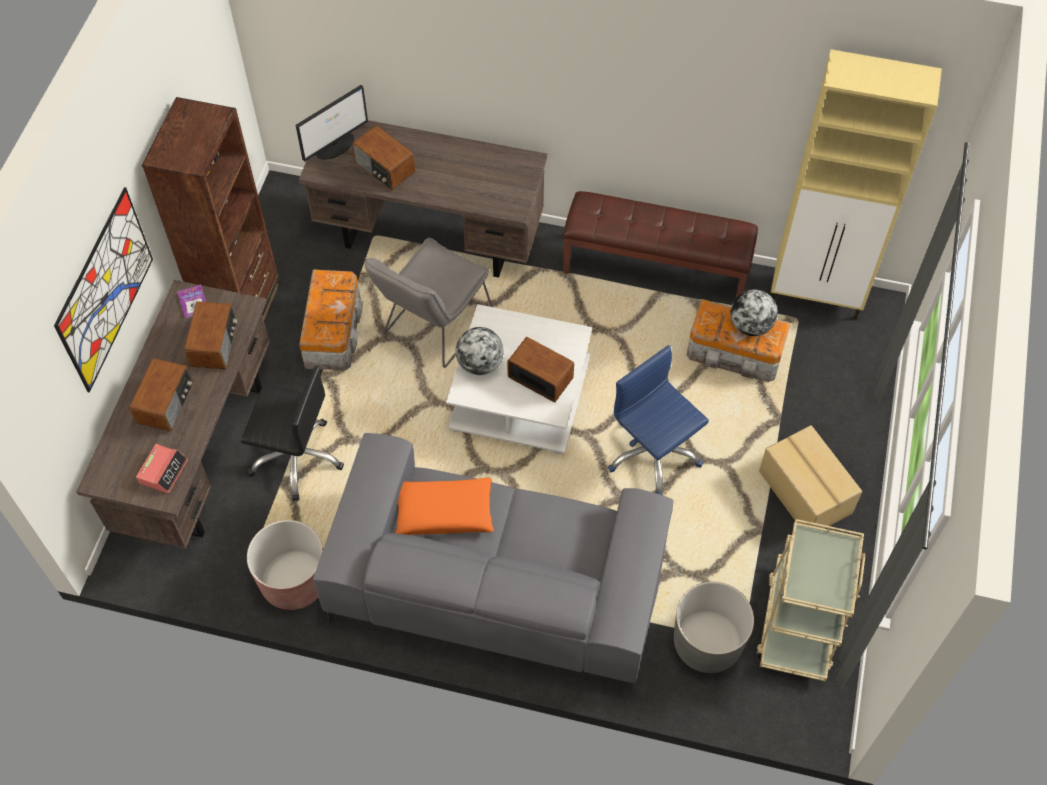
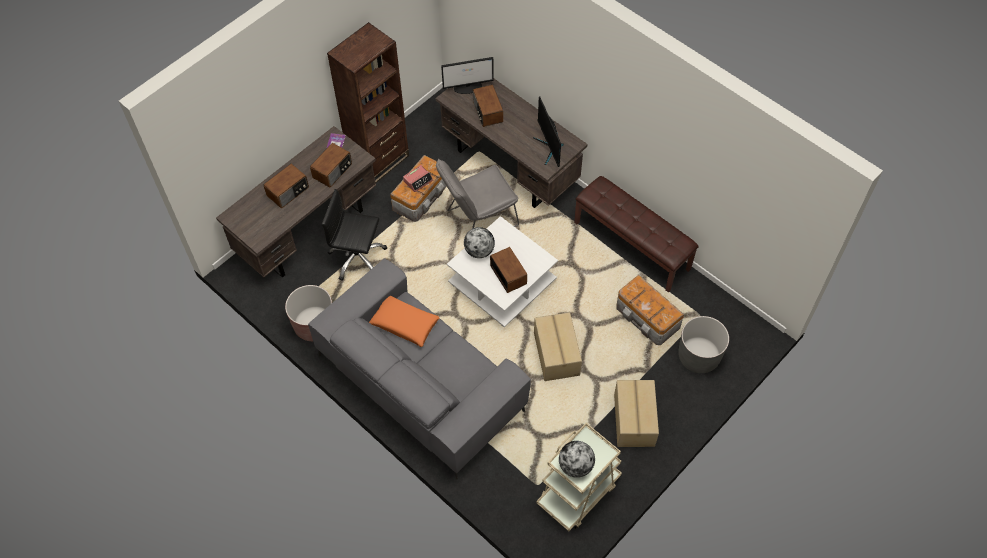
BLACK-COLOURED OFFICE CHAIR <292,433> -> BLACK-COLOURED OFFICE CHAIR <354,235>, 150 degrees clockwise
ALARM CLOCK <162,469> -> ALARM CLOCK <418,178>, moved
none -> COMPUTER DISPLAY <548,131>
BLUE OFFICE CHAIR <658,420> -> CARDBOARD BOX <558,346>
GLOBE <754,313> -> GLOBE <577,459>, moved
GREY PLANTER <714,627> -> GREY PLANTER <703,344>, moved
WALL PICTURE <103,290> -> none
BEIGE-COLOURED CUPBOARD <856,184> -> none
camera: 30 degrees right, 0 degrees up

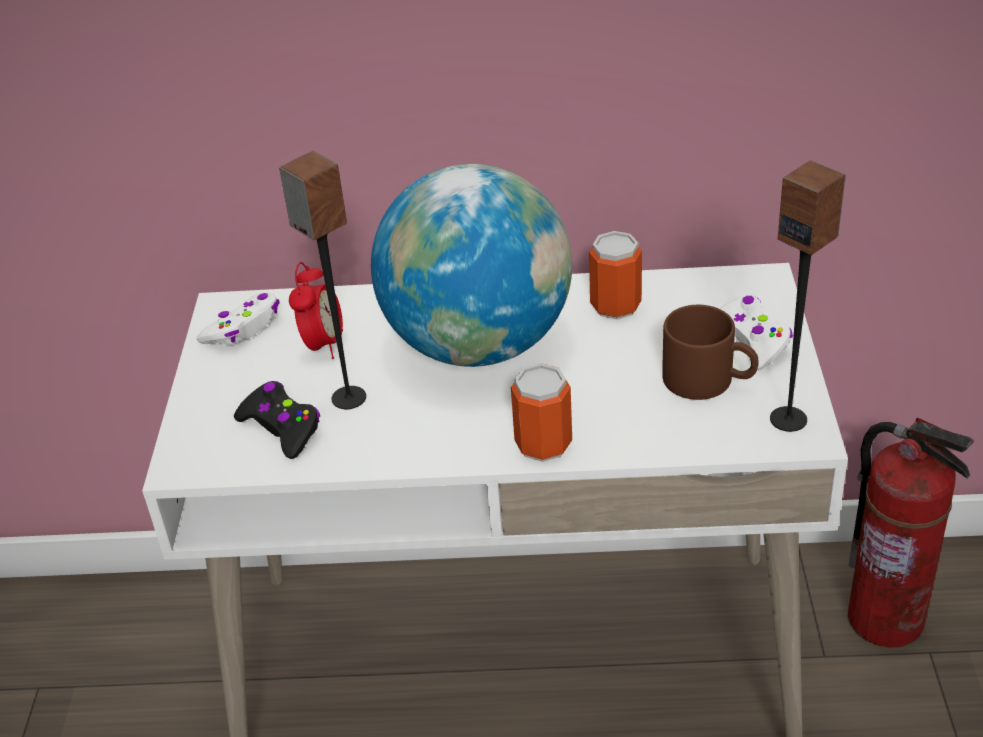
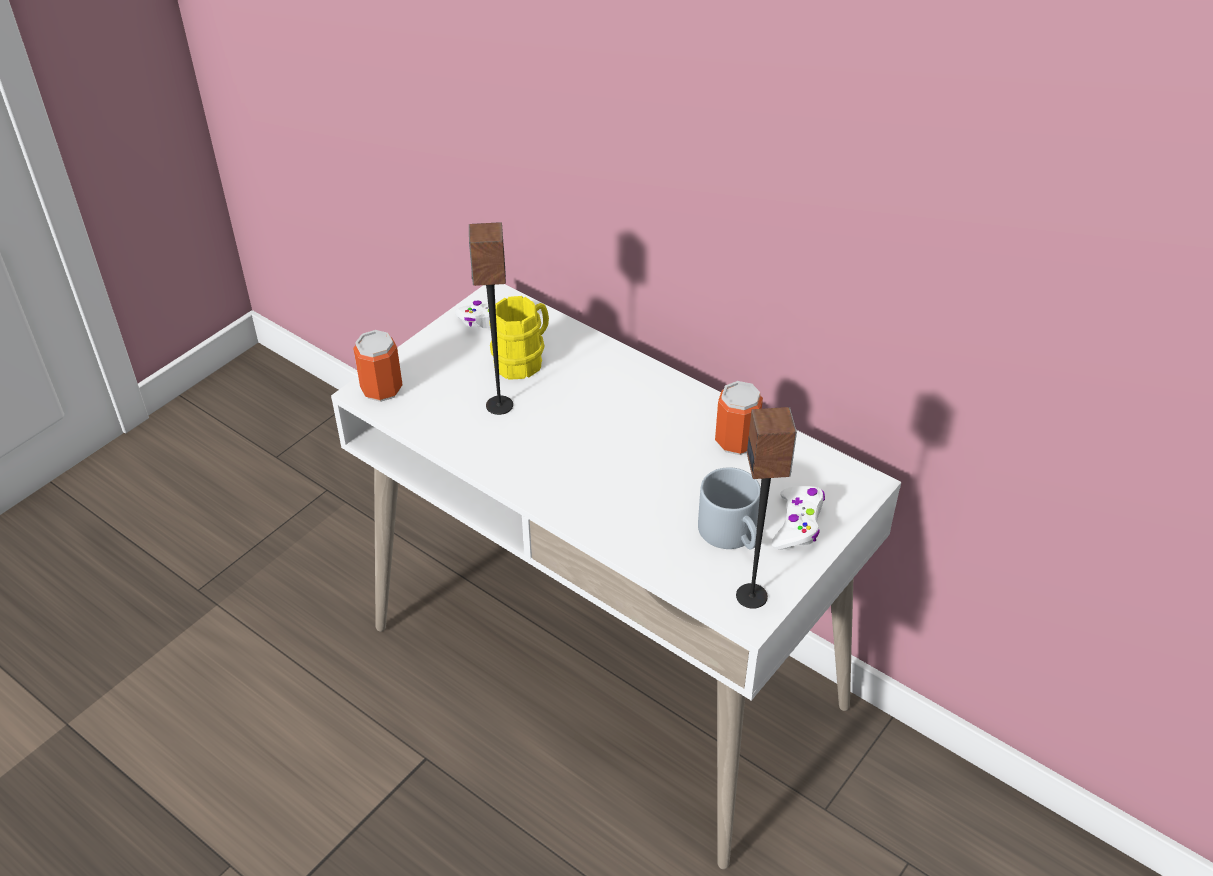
METAL CAN <541,412> -> METAL CAN <378,366>, moved
ALARM CLOCK <316,310> -> YELLOWISH COFFEE MUG <519,338>
BROWN-COLOURED COFFEE MUG <710,352> -> GREY COFFEE MUG <729,508>
BLACK-COLOURED GAMEPAD <277,420> -> none
GLOBE <471,265> -> none
FIRE-FIGHTING CYLINDER <911,533> -> none
camera: 35 degrees right, 5 degrees up

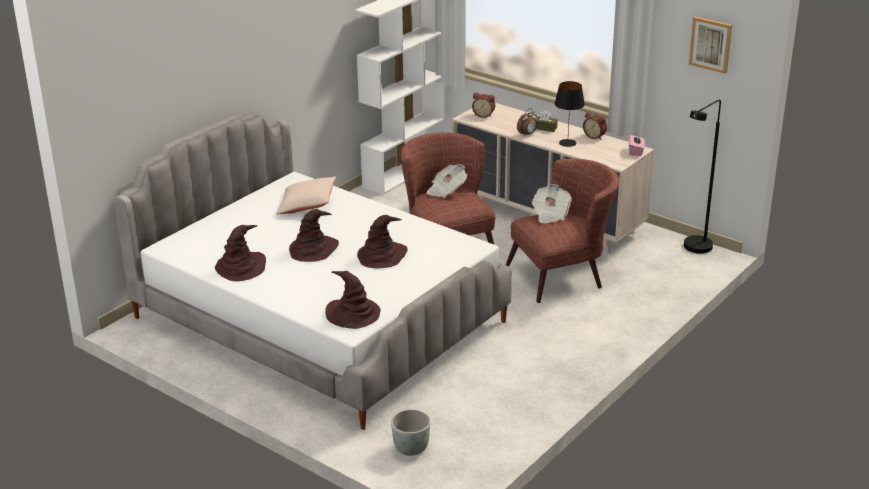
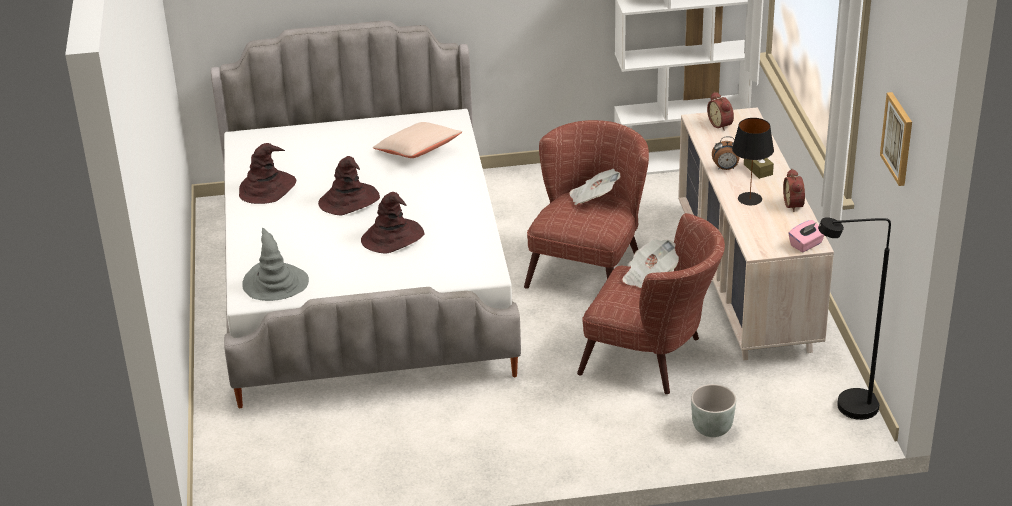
BROWN-COLOURED WEARABLE HAT <353,300> -> GREY WEARABLE HAT <275,264>
GREY PLANTER <410,432> -> GREY PLANTER <714,410>, moved
camera: 45 degrees right, 5 degrees up

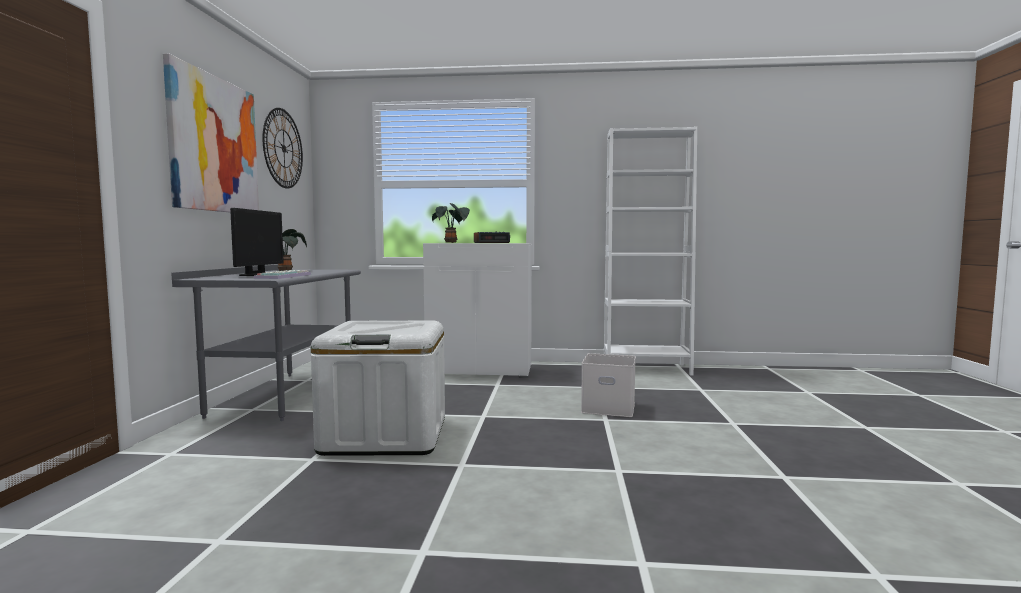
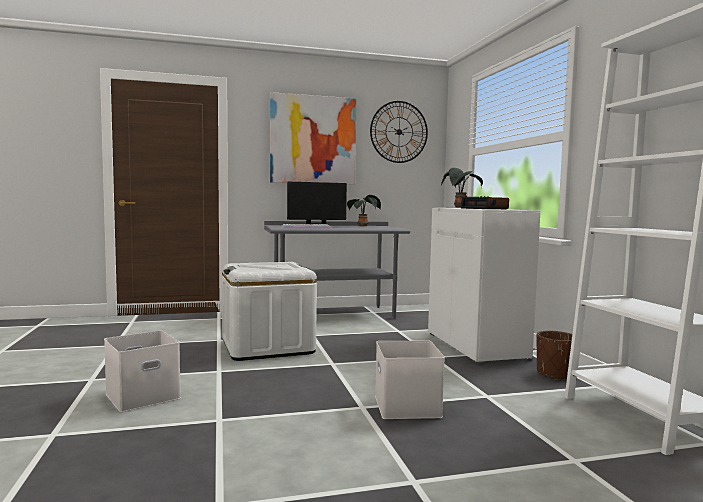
none -> WHITISH STORAGE BOX <142,371>
none -> BROWN-COLOURED PLANTER <554,355>
camera: 70 degrees right, 0 degrees up

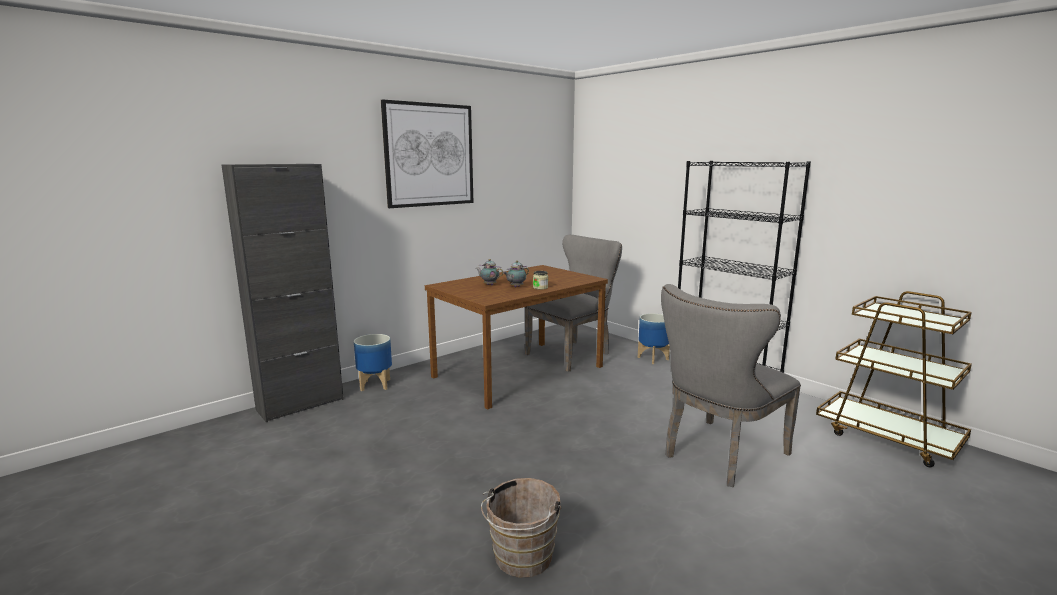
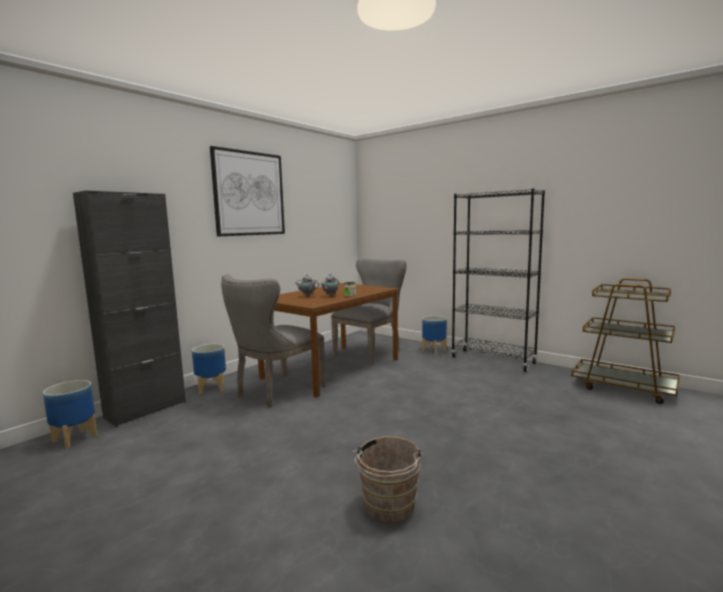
none -> PLANTER <70,414>
GREY UPRIGHT CHAIR <731,385> -> GREY UPRIGHT CHAIR <273,340>, moved
camera: 10 degrees left, 5 degrees down

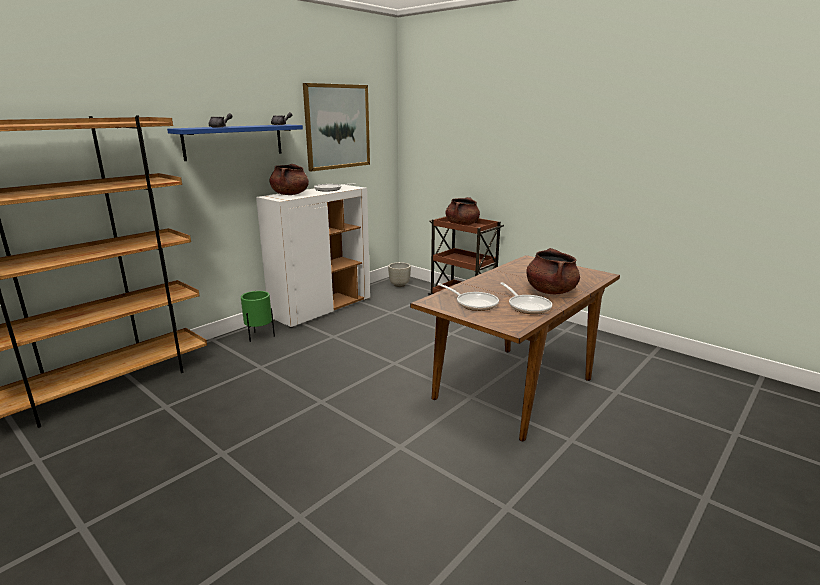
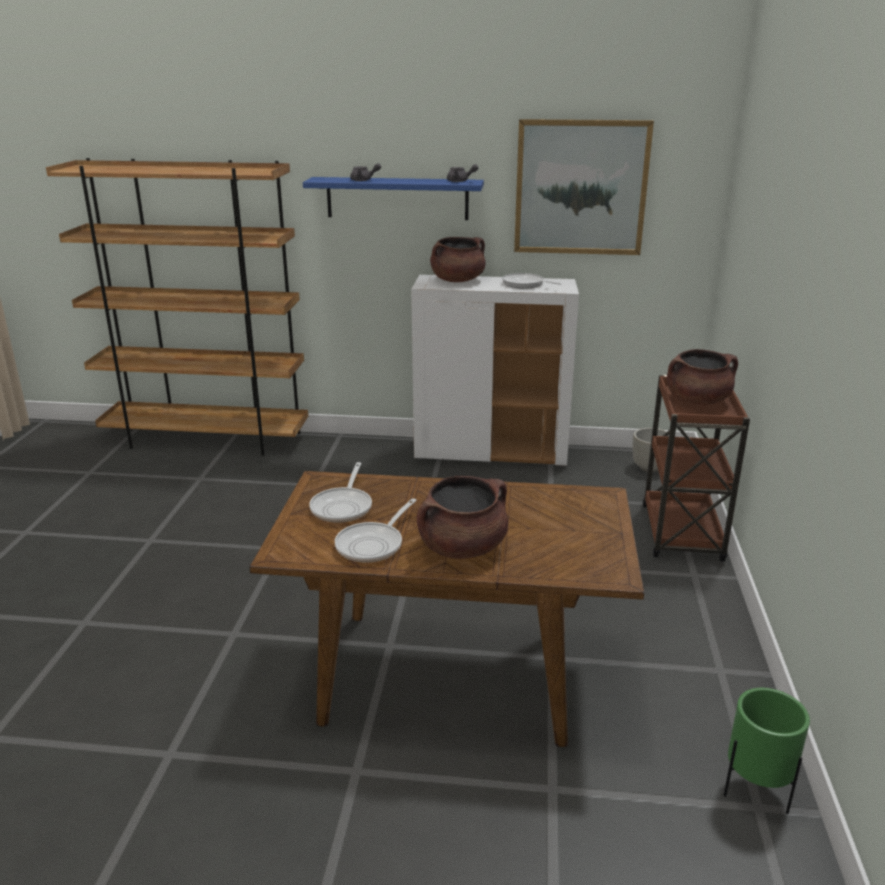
GREEN PLANTER <258,316> -> GREEN PLANTER <767,751>, moved
camera: 55 degrees right, 5 degrees up

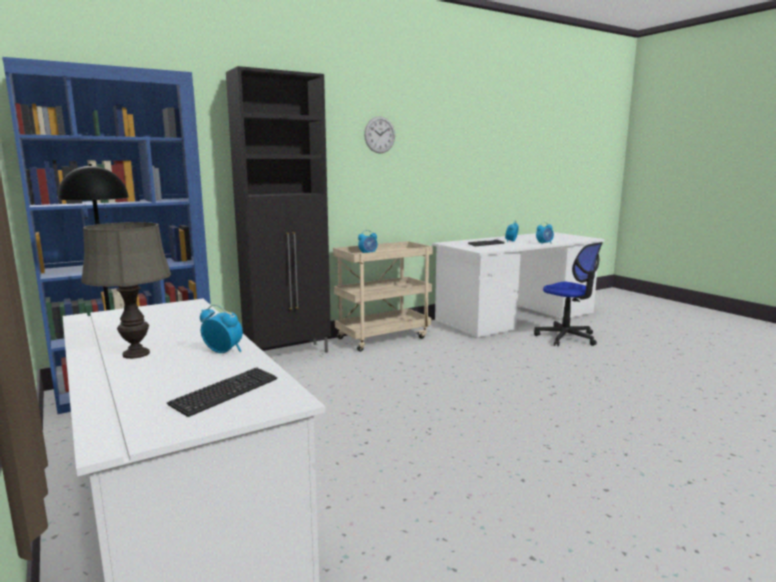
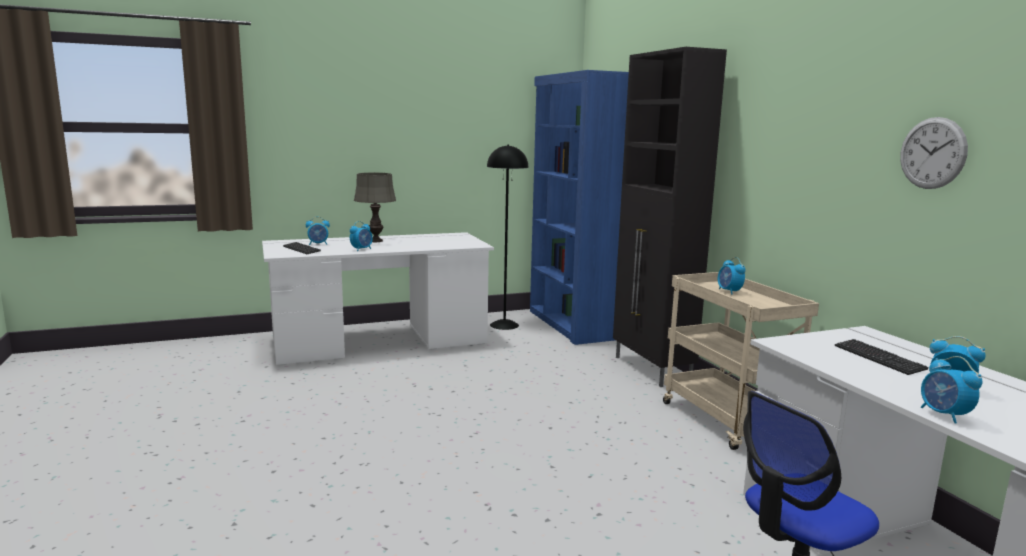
none -> ALARM CLOCK <318,231>
WALL CLOCK <379,134> -> WALL CLOCK <934,153>, moved
camera: 100 degrees right, 0 degrees up

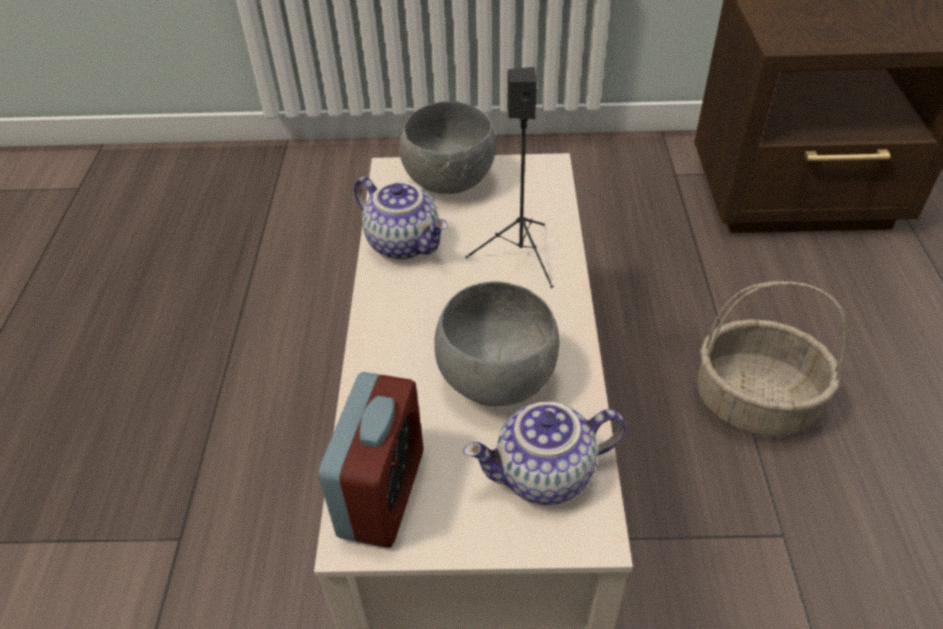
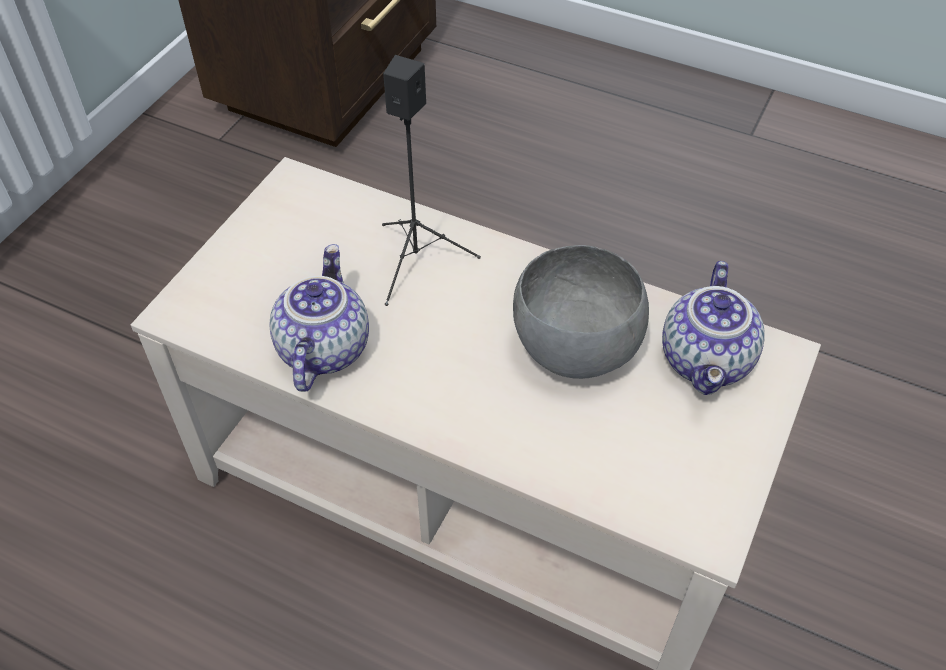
POT FOR TEA <401,218> -> POT FOR TEA <319,318>, 60 degrees counterclockwise
ALARM CLOCK <371,460> -> none
GREY DEEP DISH <447,147> -> none
HOUSEHOLD BASKET <772,358> -> none
camera: 65 degrees left, 5 degrees up

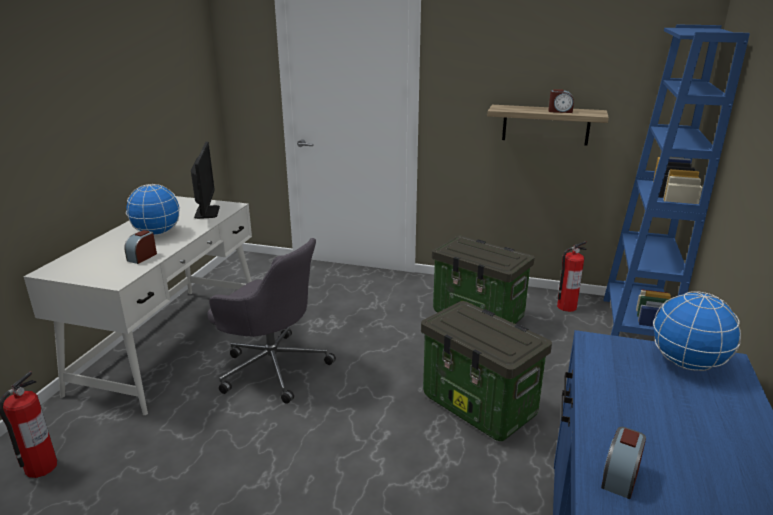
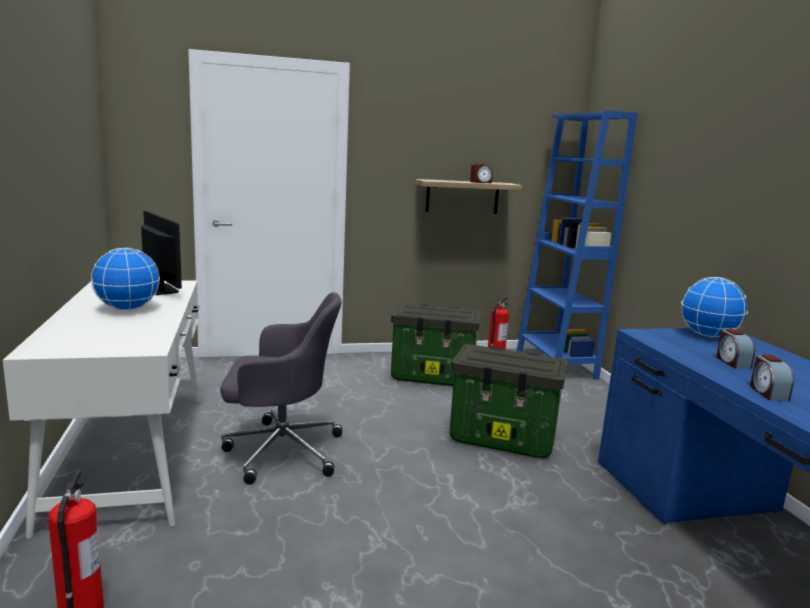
ALARM CLOCK <140,247> -> ALARM CLOCK <735,349>, moved
camera: 30 degrees left, 10 degrees down

